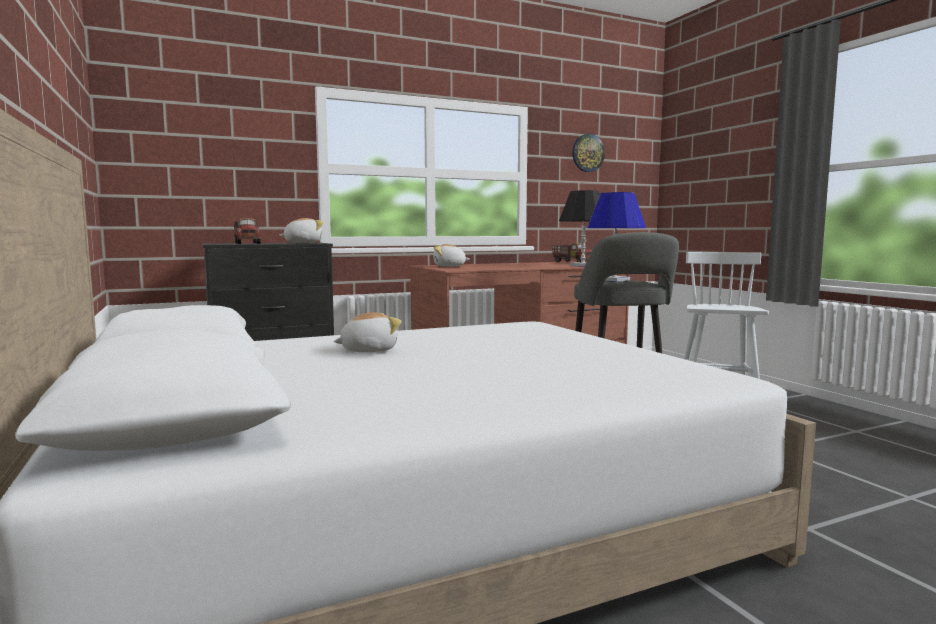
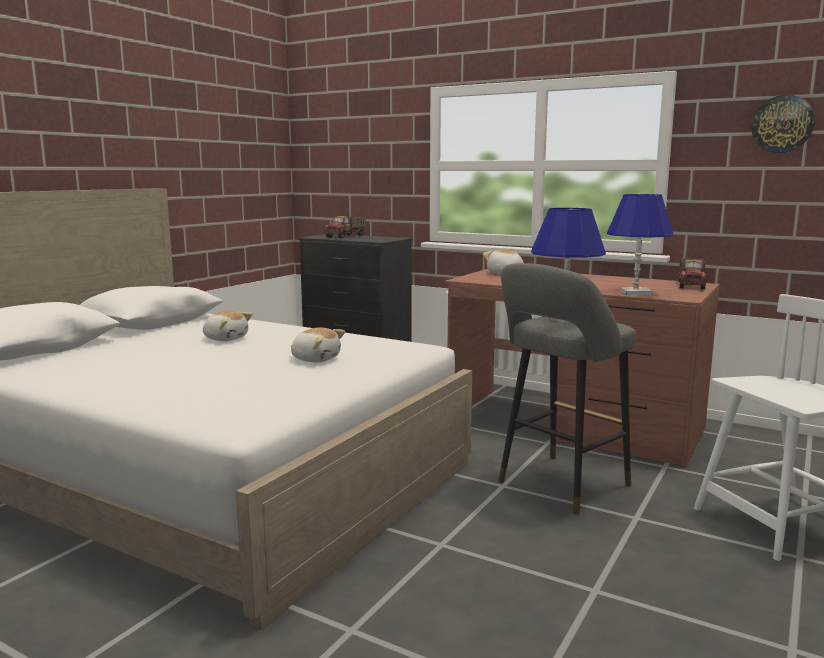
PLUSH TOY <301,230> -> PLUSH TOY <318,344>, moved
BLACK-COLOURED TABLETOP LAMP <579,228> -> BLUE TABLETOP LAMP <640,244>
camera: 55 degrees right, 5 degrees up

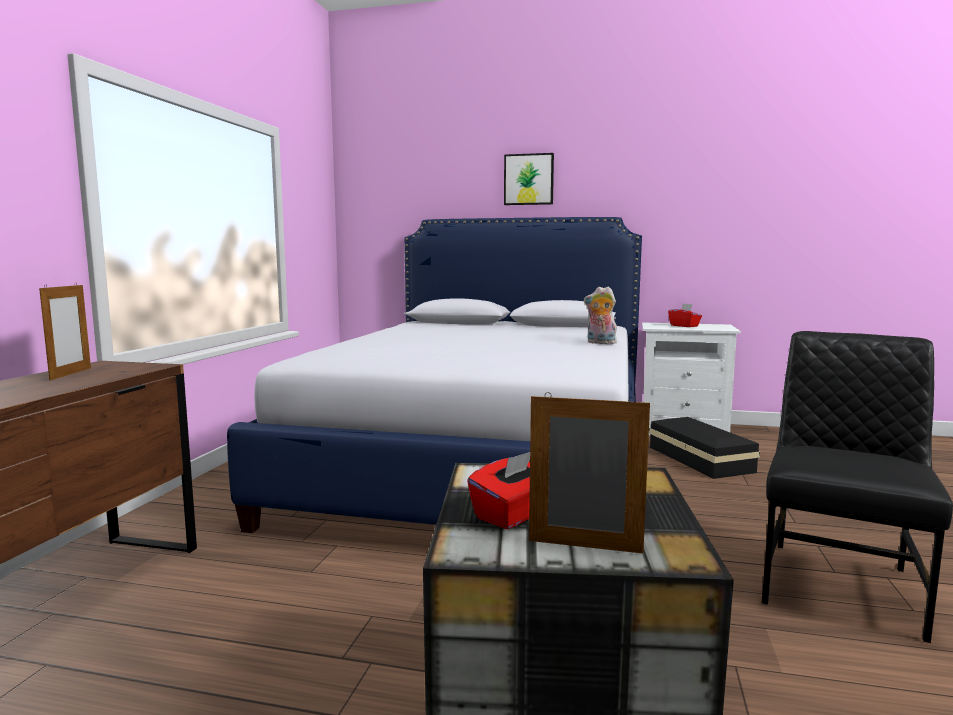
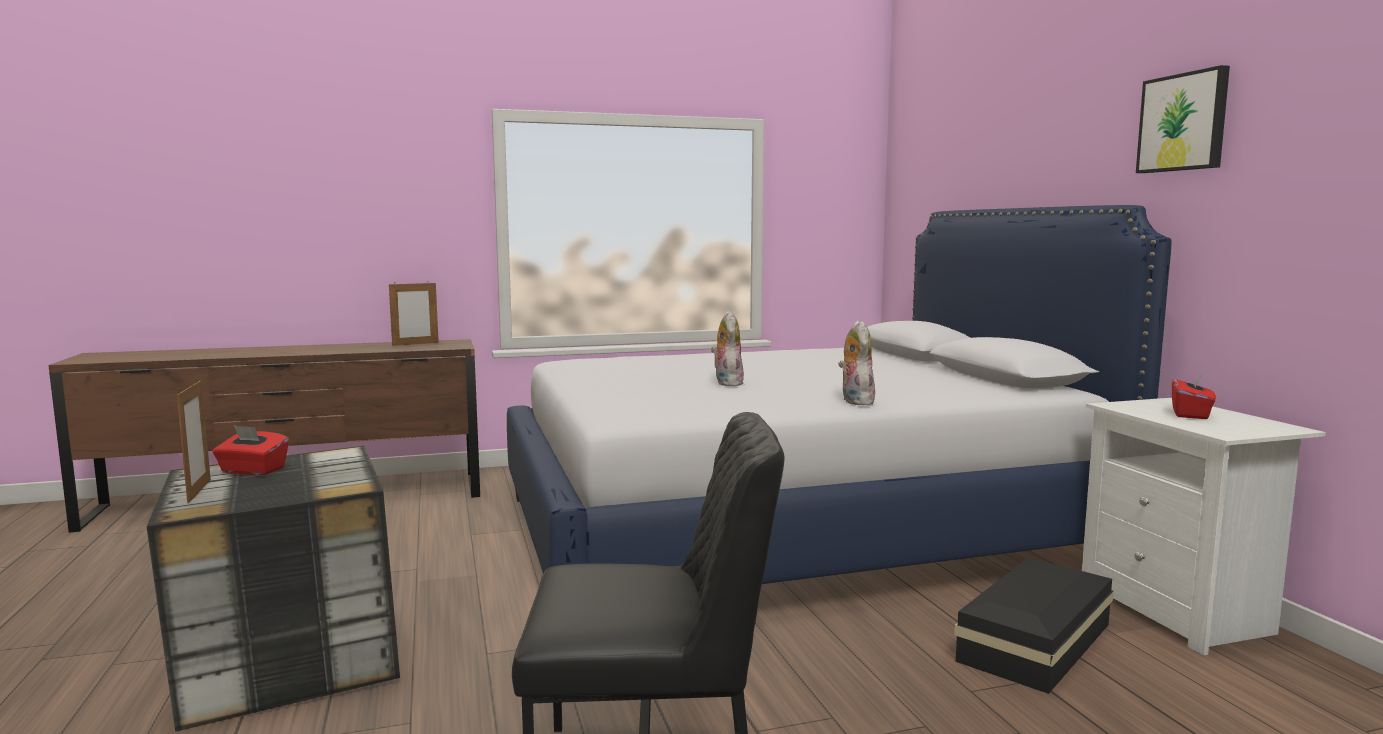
none -> PLUSH TOY <727,348>
WALL PICTURE <529,179> -> WALL PICTURE <1183,119>, moved
camera: 60 degrees right, 0 degrees up

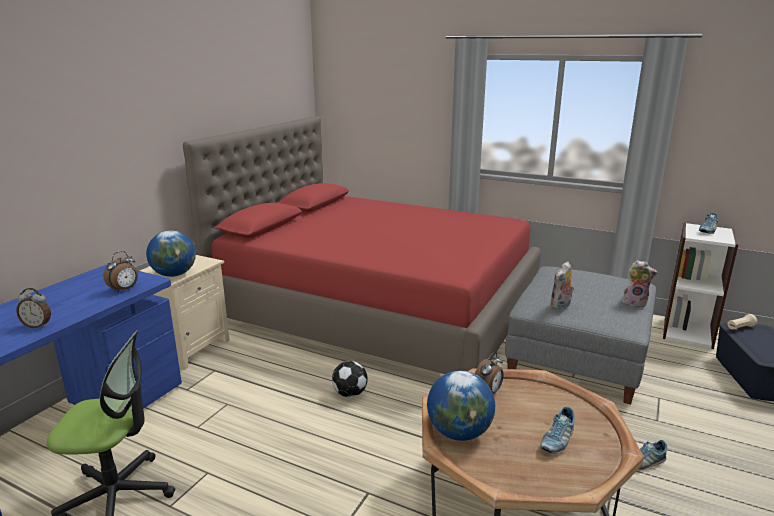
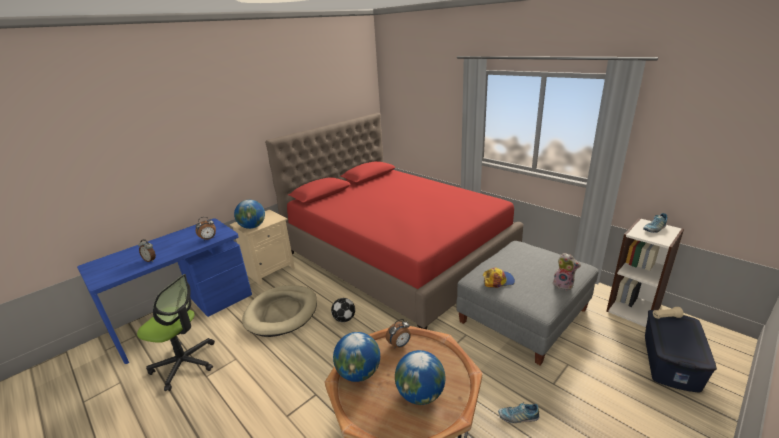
none -> BEIGE-COLOURED DOG BED <279,311>
ITEM OF FOOTWEAR <557,430> -> GLOBE <420,377>
PLUSH TOY <562,285> -> CAP <499,277>
camera: 20 degrees right, 5 degrees up

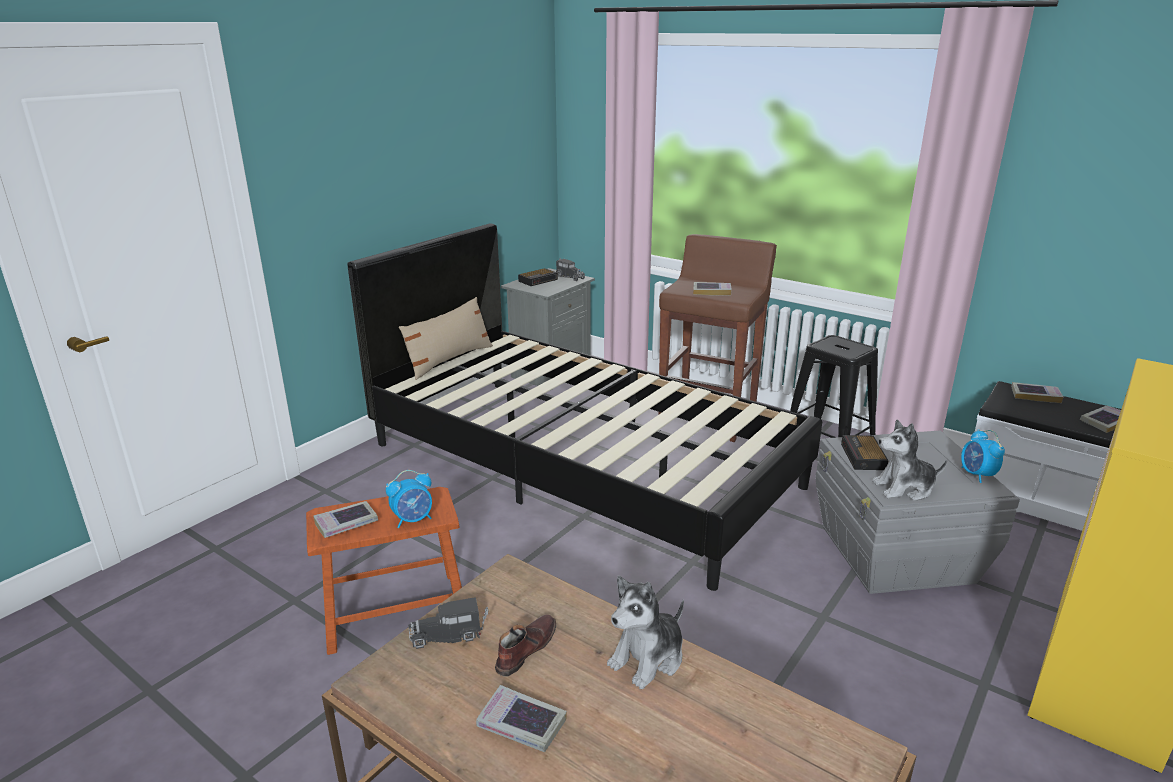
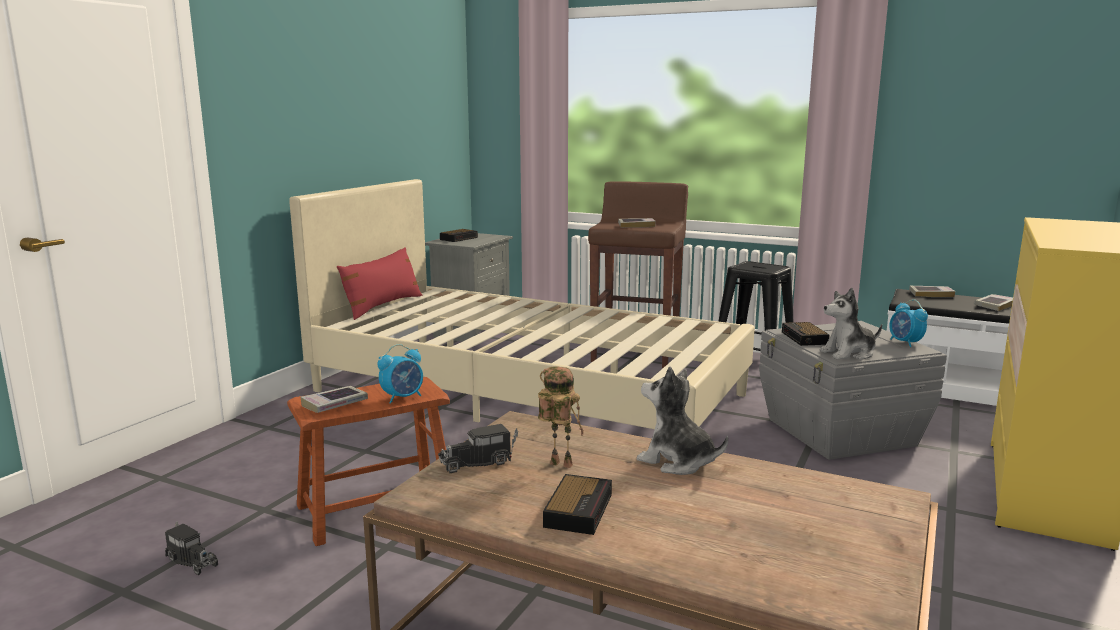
TOY LORRY <570,269> -> TOY LORRY <191,548>, moved
BLACK-COLOURED BED <585,407> -> BEIGE-COLOURED BED <522,304>
BEIGE-COLOURED CUSHION <446,338> -> RED-COLOURED CUSHION <379,283>
BROWN-COLOURED ITEM OF FOOTWEAR <525,645> -> TOY ROBOT <561,417>
BOOK <521,718> -> ALARM CLOCK <577,504>
PLUSH TOY <645,632> -> PLUSH TOY <682,420>, 90 degrees clockwise
camera: 10 degrees left, 10 degrees down

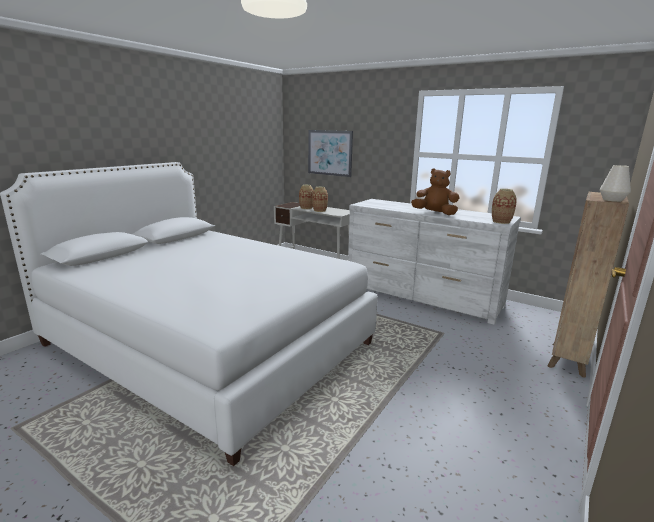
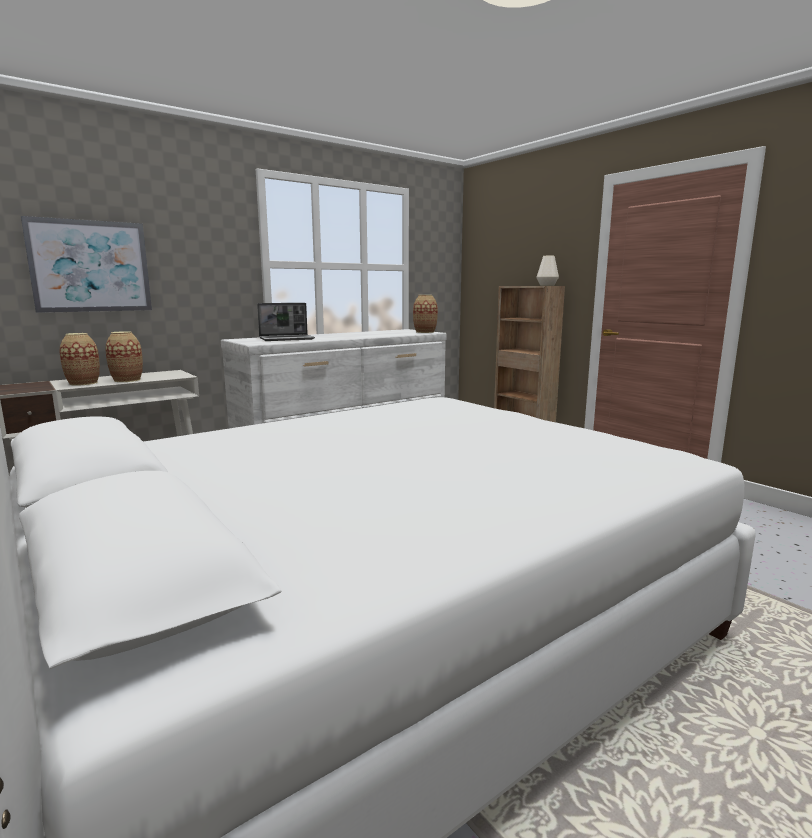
none -> PORTABLE COMPUTER <286,322>
BROWN-COLOURED PLUSH TOY <435,191> -> none
camera: 70 degrees left, 5 degrees down

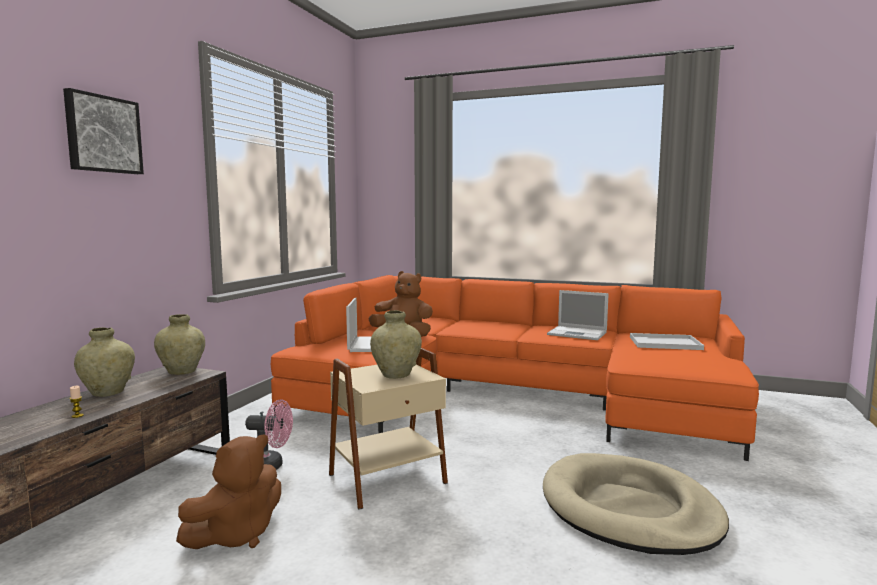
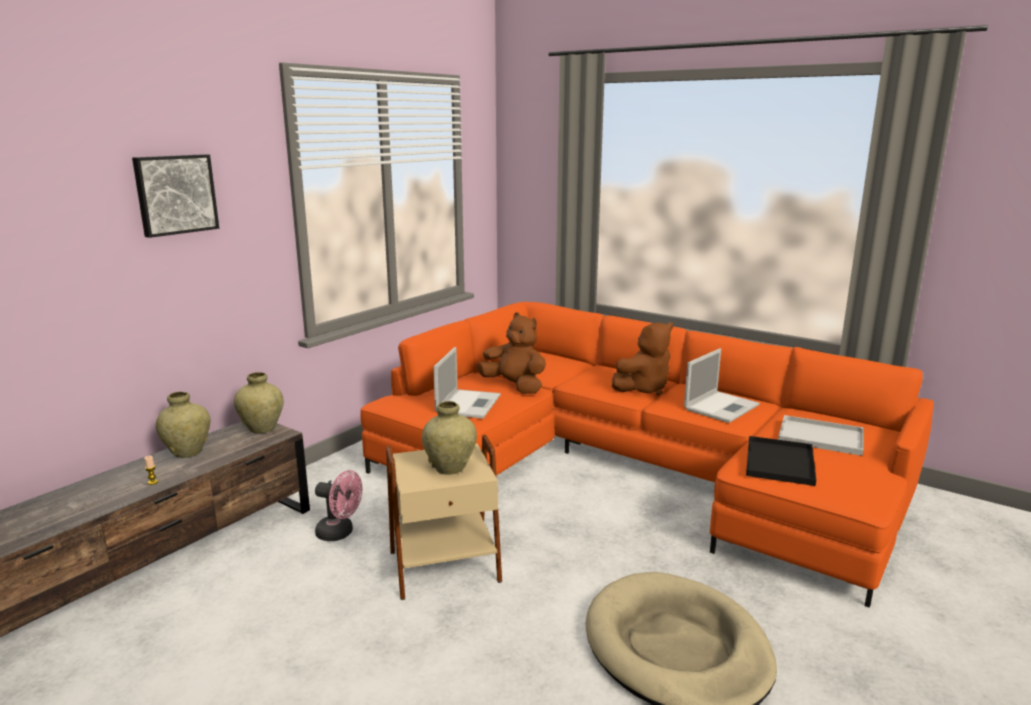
BROWN-COLOURED PLUSH TOY <228,491> -> BROWN-COLOURED PLUSH TOY <642,359>, moved
PORTABLE COMPUTER <578,315> -> PORTABLE COMPUTER <722,385>, 90 degrees counterclockwise
none -> BLACK-COLOURED SERVING TRAY <781,461>
camera: 15 degrees right, 10 degrees up

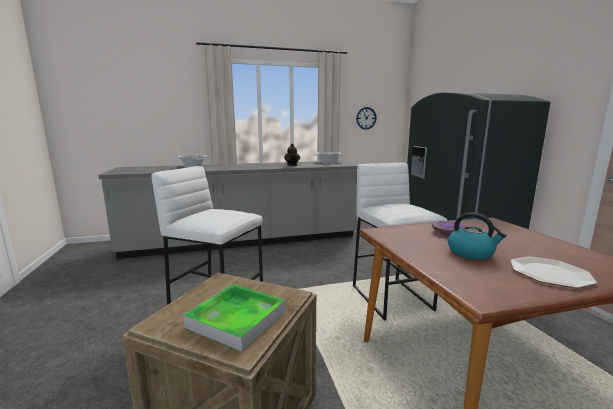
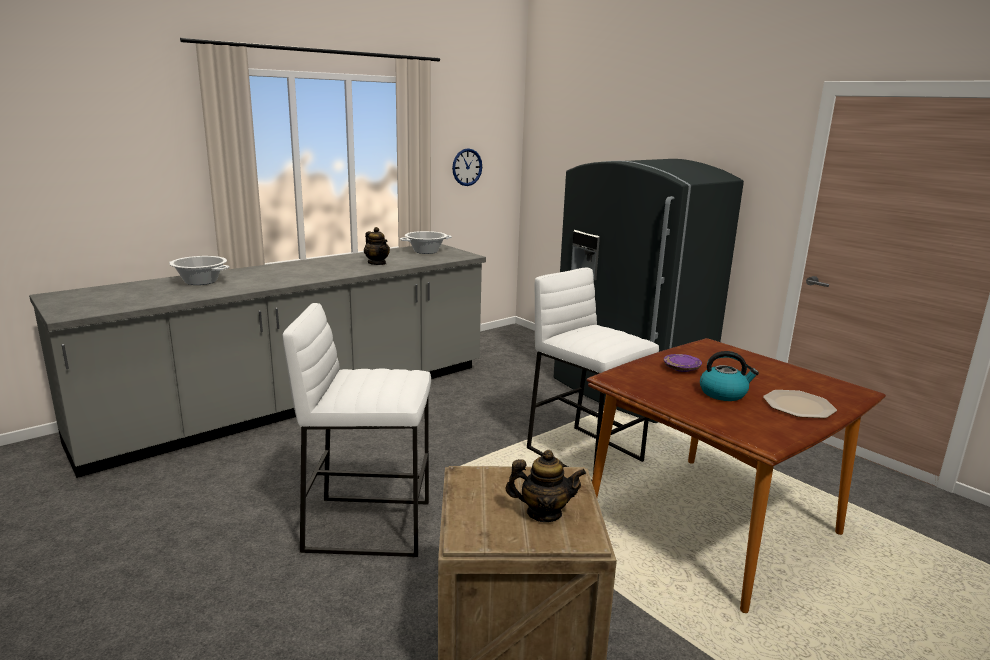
SERVING TRAY <234,318> -> POT FOR TEA <545,486>
camera: 25 degrees left, 5 degrees up

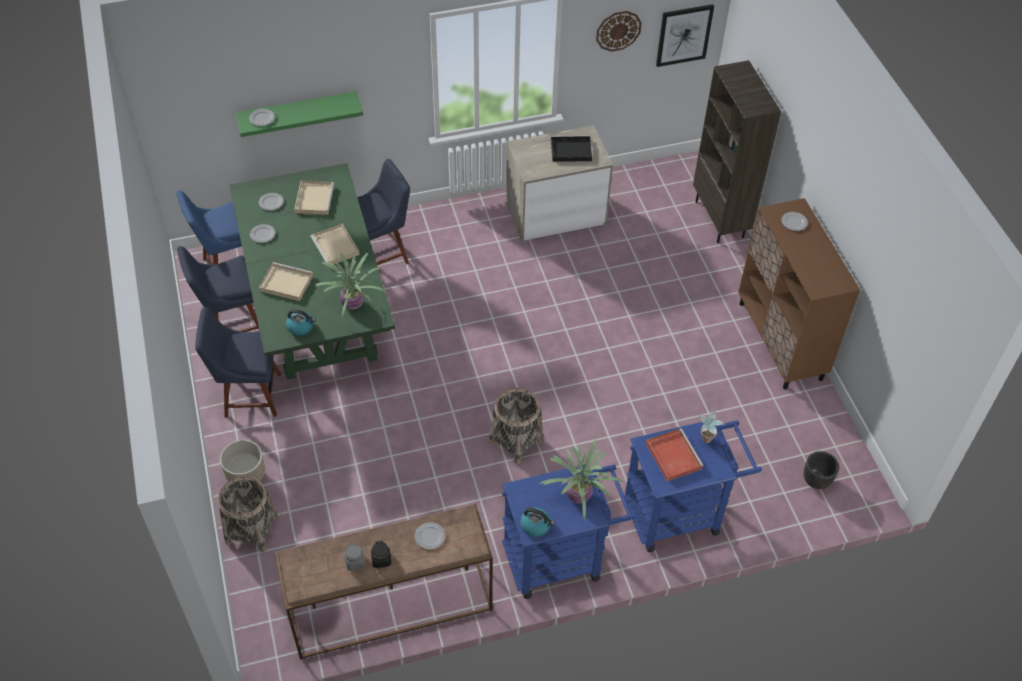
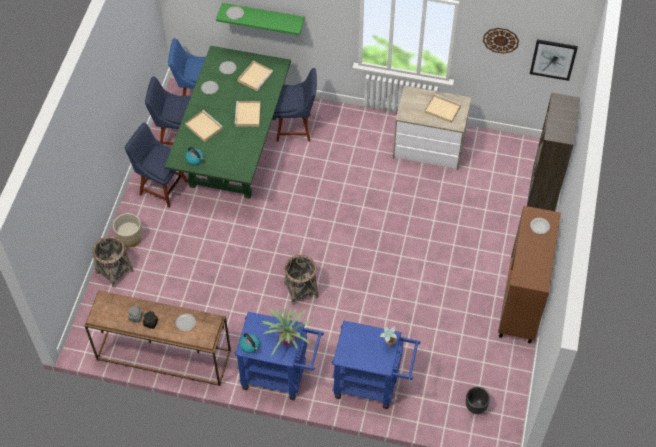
BLACK-COLOURED SERVING TRAY <571,148> -> BEIGE-COLOURED SERVING TRAY <443,108>
HOUSEPLANT <351,285> -> none
RED-COLOURED SERVING TRAY <675,454> -> none
camera: 30 degrees right, 5 degrees up

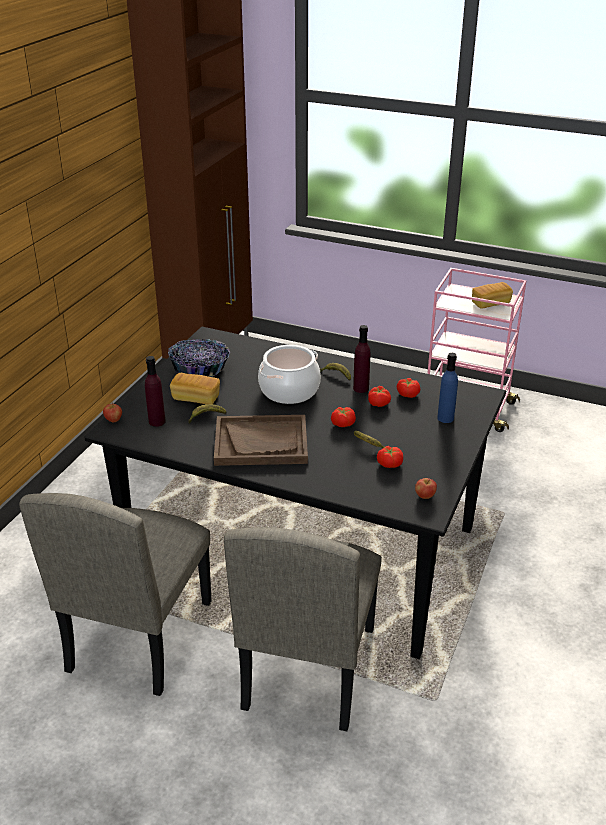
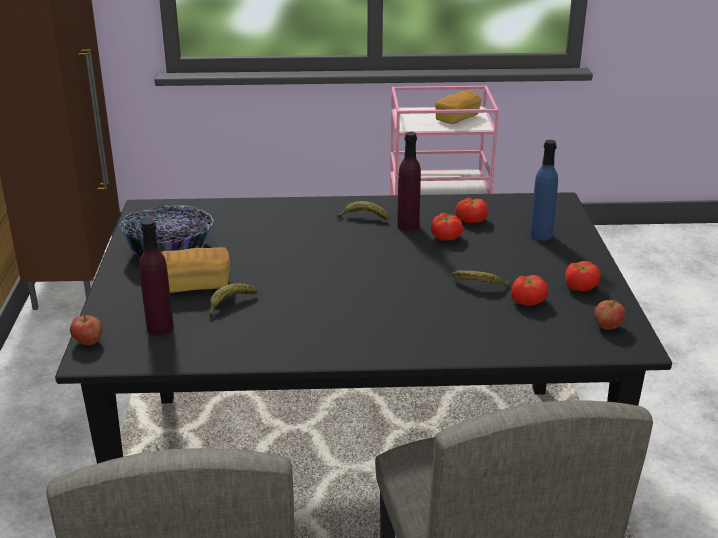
TOMATO <343,417> -> TOMATO <583,276>, moved
BROWN-COLOURED SERVING TRAY <261,440> -> none
STOCKPOT <289,374> -> none
camera: 25 degrees left, 5 degrees down

